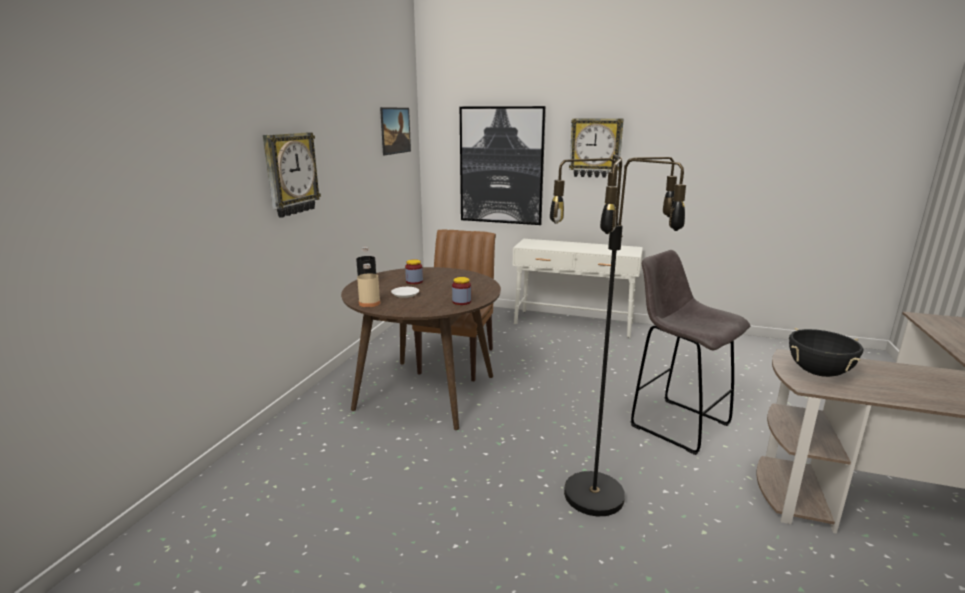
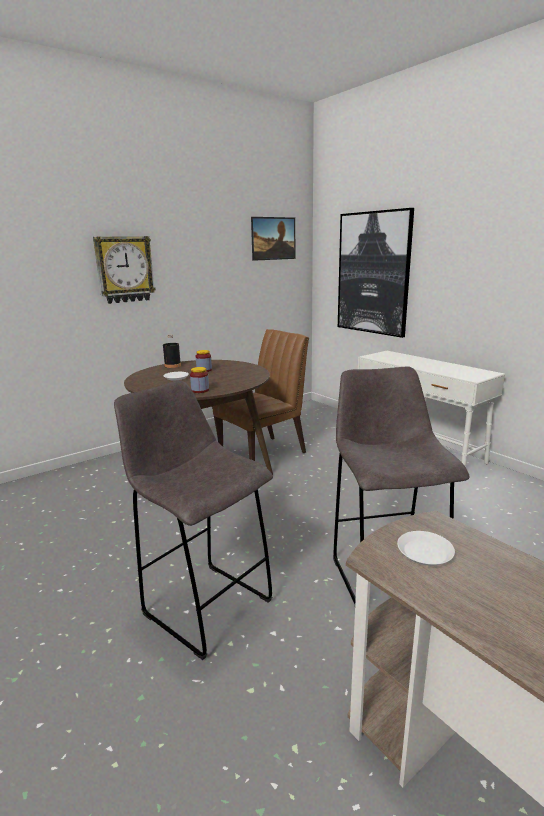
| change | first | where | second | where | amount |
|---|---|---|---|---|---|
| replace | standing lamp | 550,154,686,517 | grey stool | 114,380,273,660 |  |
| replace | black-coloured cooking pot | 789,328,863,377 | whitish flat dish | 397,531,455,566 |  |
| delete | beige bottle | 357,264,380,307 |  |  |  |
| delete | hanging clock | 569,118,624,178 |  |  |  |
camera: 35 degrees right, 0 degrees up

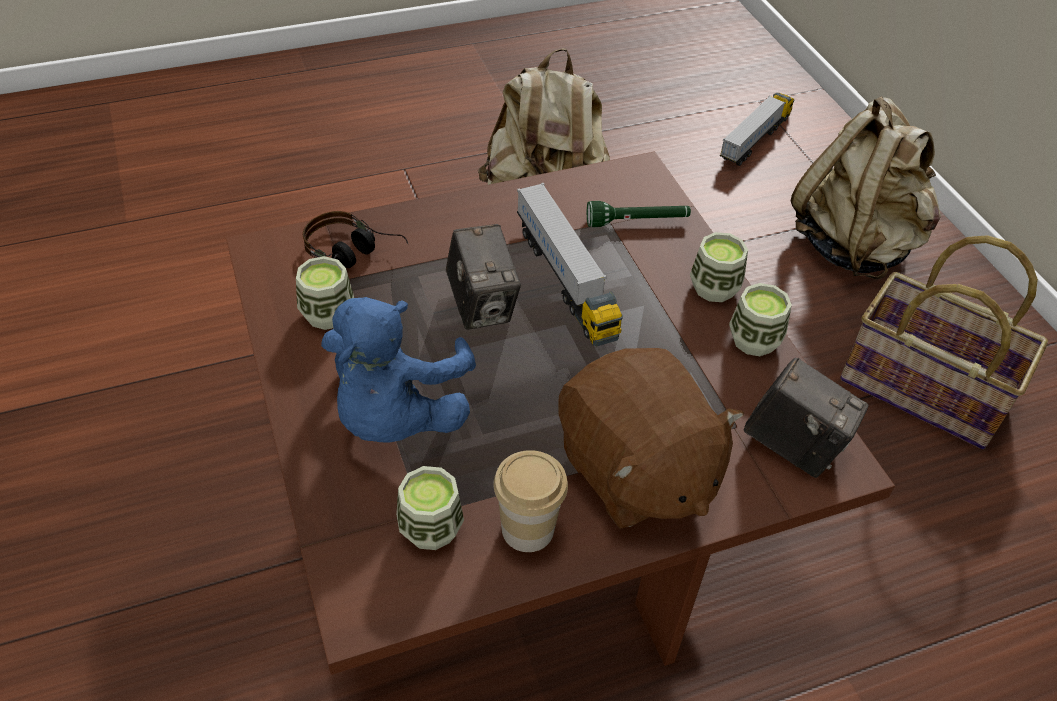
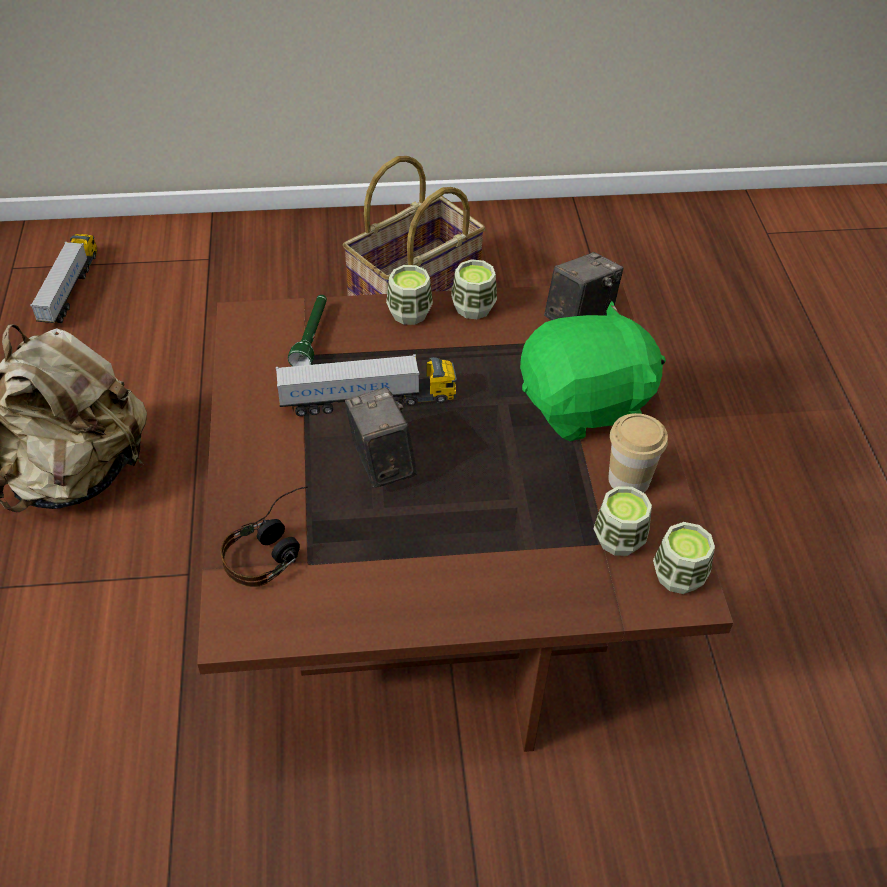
| change | first | where | second | where | amount |
|---|---|---|---|---|---|
| rotate | toy truck | 720,93,794,166 |  | 30,234,97,323 | 45 degrees clockwise |
| rotate | photo camera | 446,224,521,330 |  | 345,387,417,488 | 105 degrees counterclockwise |
| recolor | brownish cuddly toy | 558,348,744,528 | green-coloured cuddly toy | 520,301,666,441 |  |
| move | small cup | 296,256,354,330 |  | 653,522,715,594 |  |
| delete | blue-coloured cuddly toy | 321,297,476,442 |  |  |  |
| delete | beige knapsack | 791,96,941,279 |  |  |  |
camera: 75 degrees left, 0 degrees up

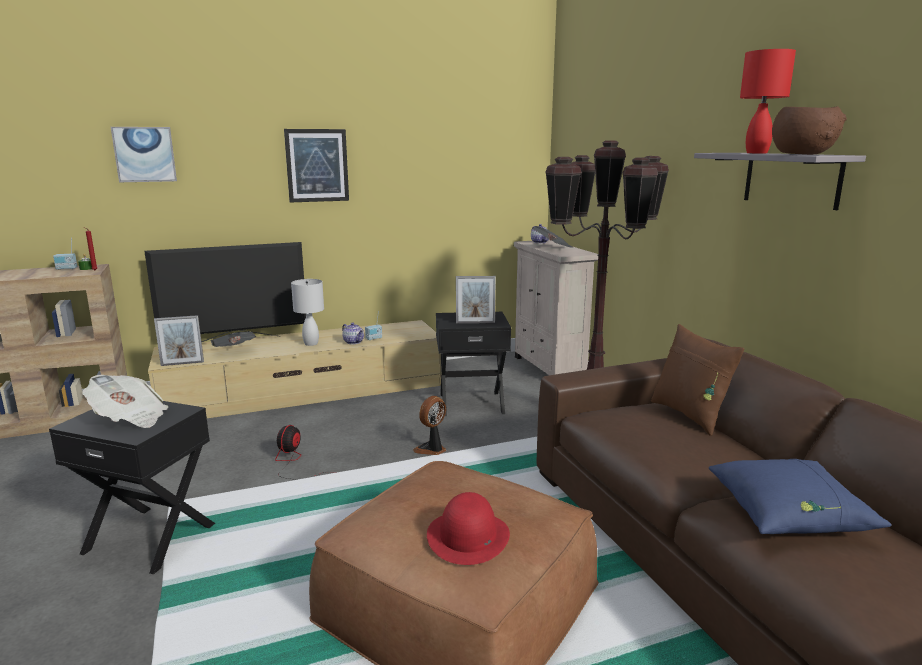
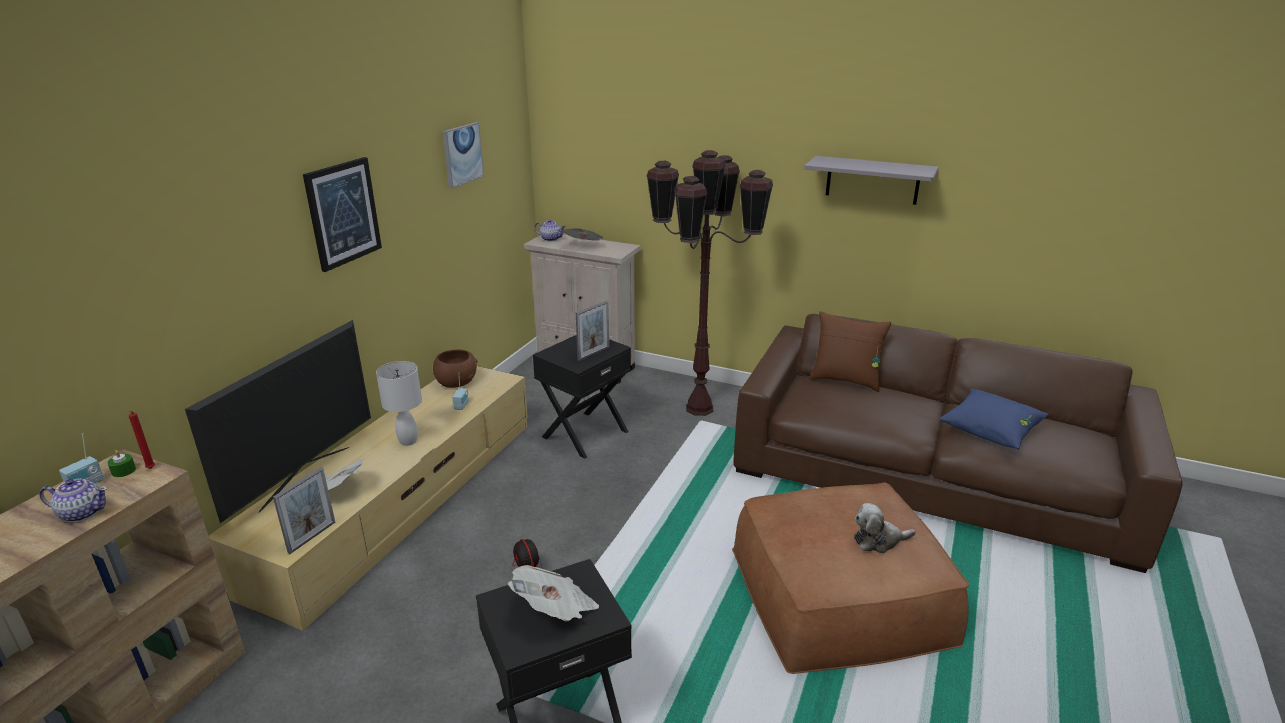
| change | first | where | second | where | amount |
|---|---|---|---|---|---|
| move | tea pot | 342,322,364,344 |  | 39,479,108,522 |  |
| move | brownish serving bowl | 772,106,847,155 |  | 433,349,478,388 |  |
| move | wall art | 111,127,177,182 |  | 443,122,484,189 |  |
| replace | red hat | 427,492,510,565 | cuddly toy | 854,503,916,553 |  |
| delete | electric fan | 413,396,446,455 |  |  |  |
| delete | red lamp for a table | 740,49,796,153 |  |  |  |
camera: 45 degrees left, 10 degrees up

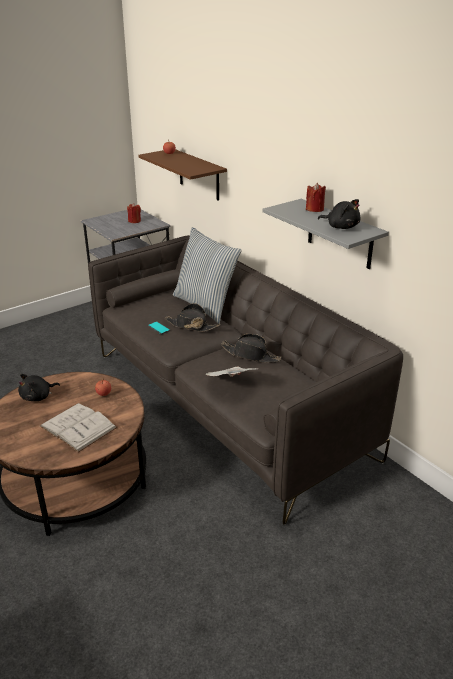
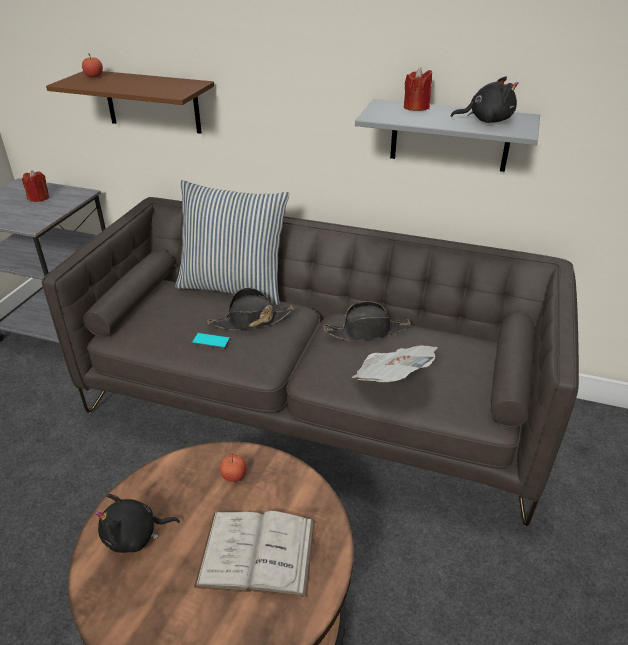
| change | first | where | second | where | amount |
|---|---|---|---|---|---|
| rotate | black-coloured cuddly toy | 18,374,60,401 |  | 95,494,180,553 | 60 degrees clockwise |
camera: 35 degrees left, 5 degrees up

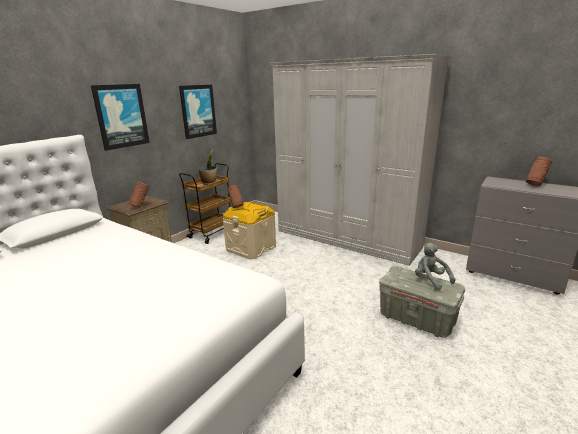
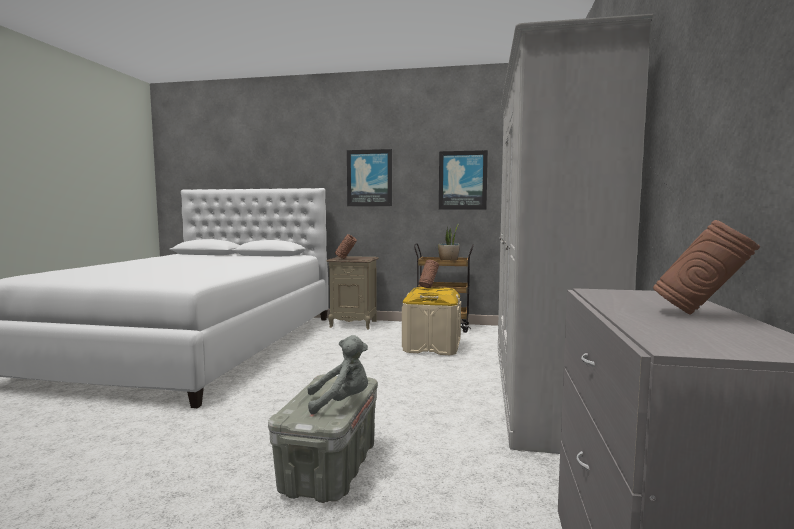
| change | first | where | second | where | amount |
|---|---|---|---|---|---|
| rotate | grey cuddly toy | 415,243,455,290 |  | 307,335,368,414 | 45 degrees clockwise |
camera: 65 degrees right, 15 degrees down

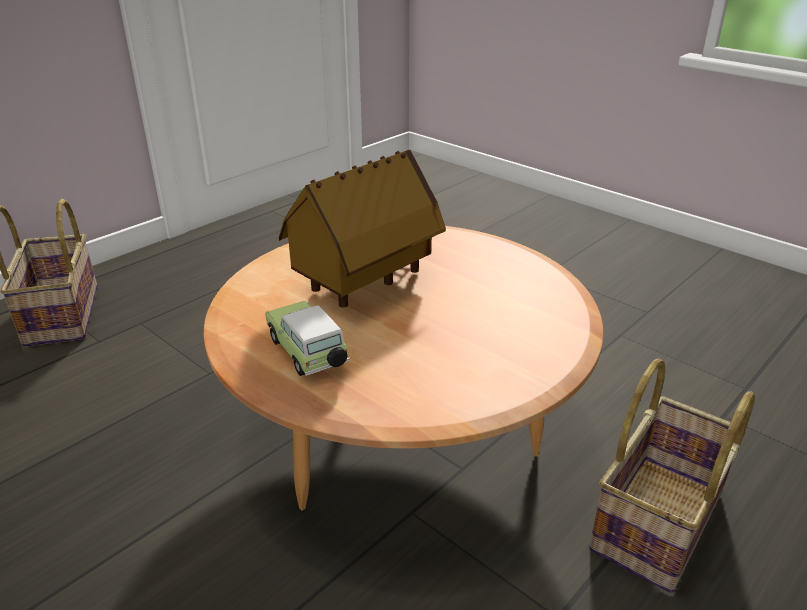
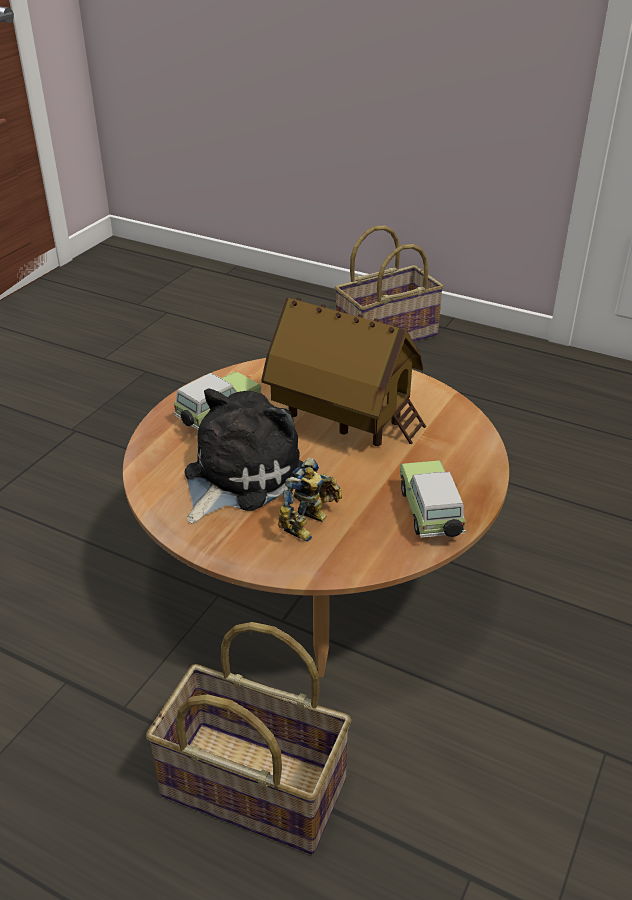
| change | first | where | second | where | amount |
|---|---|---|---|---|---|
| insert |  |  | cuddly toy | 185,388,304,524 |  |
| insert |  |  | model robot | 278,457,342,542 |  |
| insert |  |  | miniature car | 400,460,466,537 |  |
camera: 75 degrees right, 5 degrees up

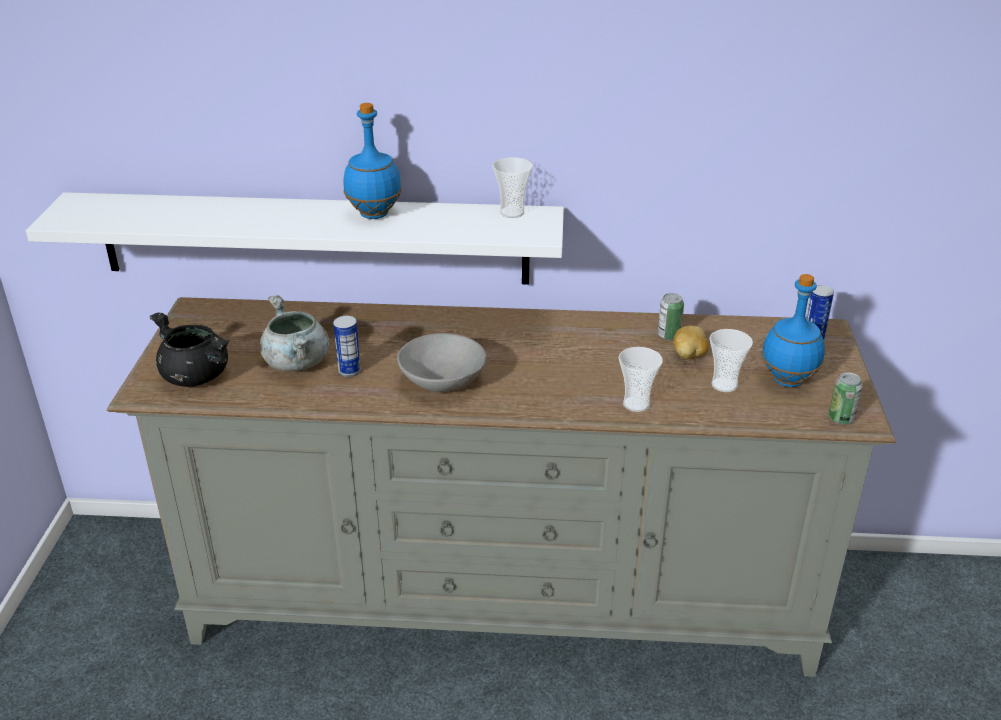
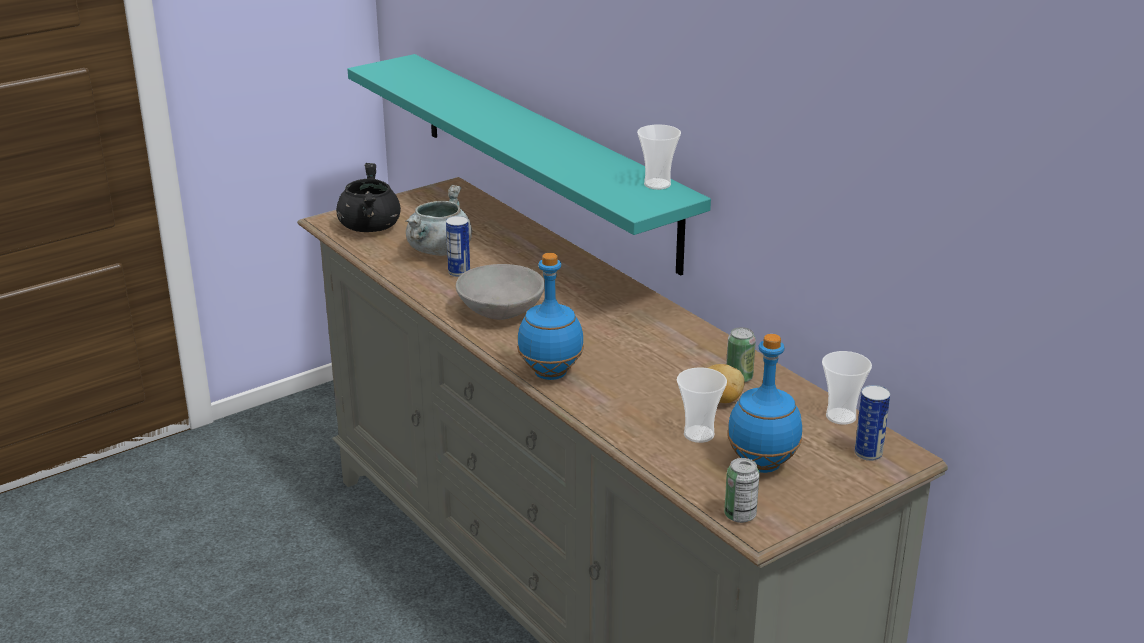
| change | first | where | second | where | amount |
|---|---|---|---|---|---|
| recolor | whitish wall shelf | 26,192,564,285 | blue-green wall shelf | 347,54,711,275 |  |
| move | blue-coloured bottle | 344,103,402,219 |  | 517,253,584,380 |  |
| move | small cup | 619,347,663,412 |  | 822,351,872,425 |  |
camera: 50 degrees right, 5 degrees down

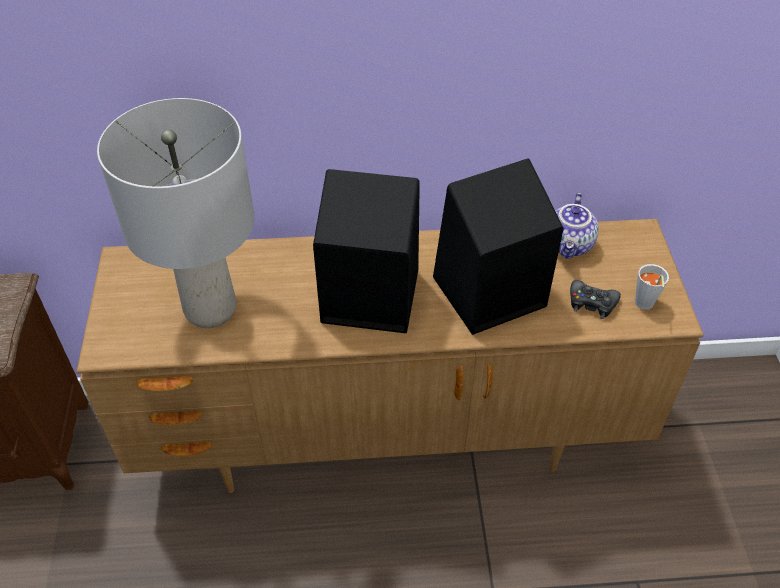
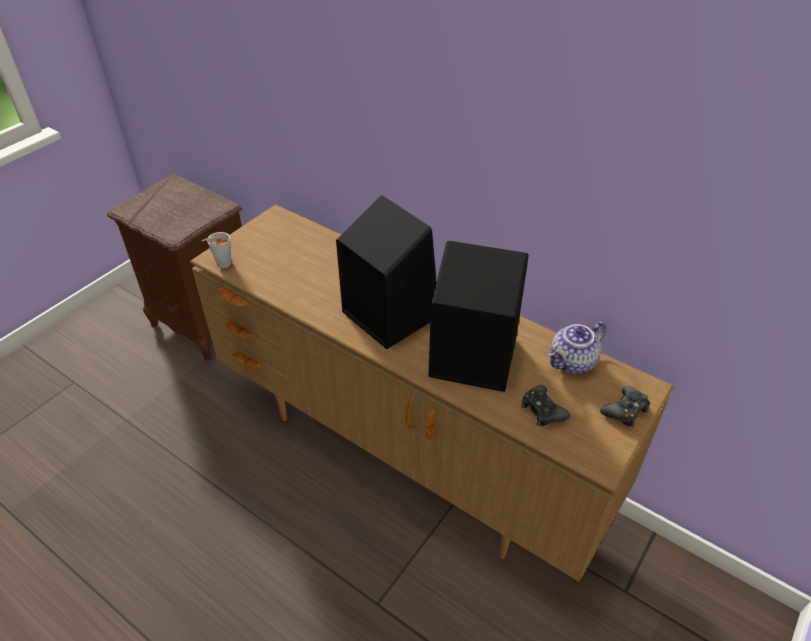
| change | first | where | second | where | amount |
|---|---|---|---|---|---|
| move | grey small cup | 635,264,669,310 |  | 202,232,231,268 |  |
| insert |  |  | black-coloured game controller | 600,386,650,427 |  |
| delete | grey lamp for a table | 97,98,255,328 |  |  |  |
camera: 40 degrees right, 5 degrees down

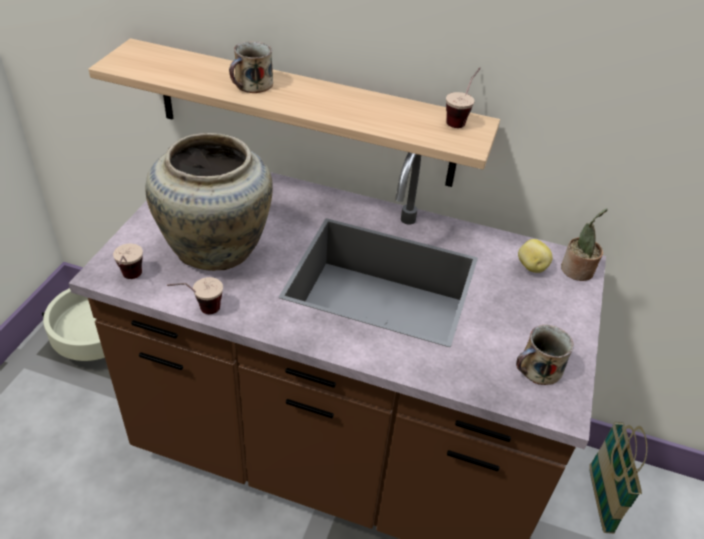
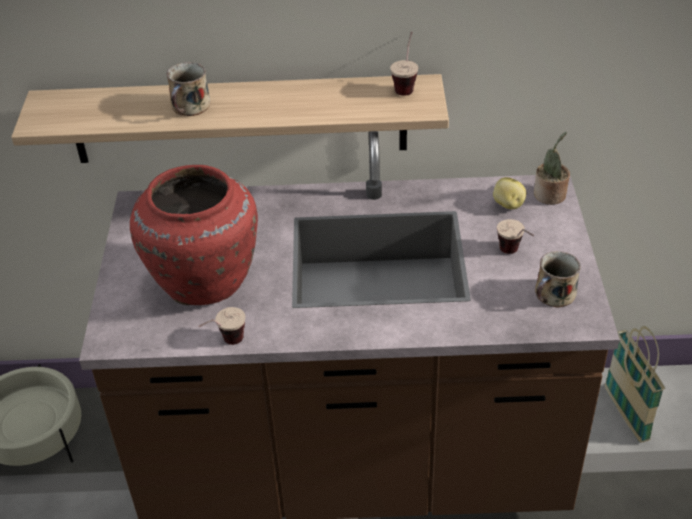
| change | first | where | second | where | amount |
|---|---|---|---|---|---|
| recolor | beige flower vase | 145,133,273,271 | red flower vase | 130,165,258,305 |  |
| move | small cup | 113,244,143,279 |  | 497,219,534,254 |  |
camera: 15 degrees left, 0 degrees up

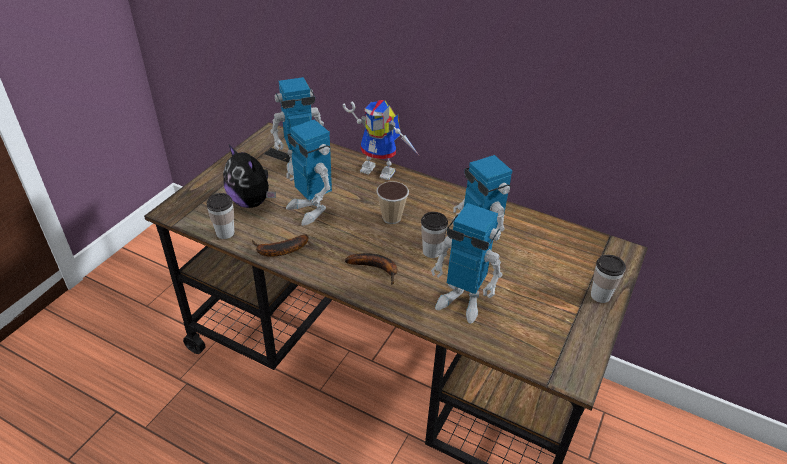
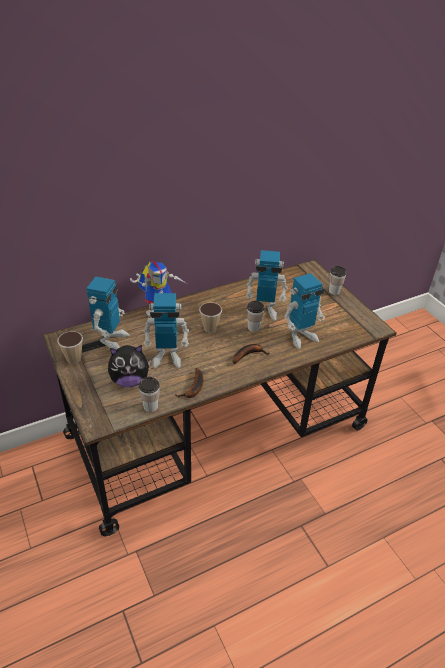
| change | first | where | second | where | amount |
|---|---|---|---|---|---|
| insert |  |  | small cup | 57,331,83,364 |  |
camera: 55 degrees left, 0 degrees up

